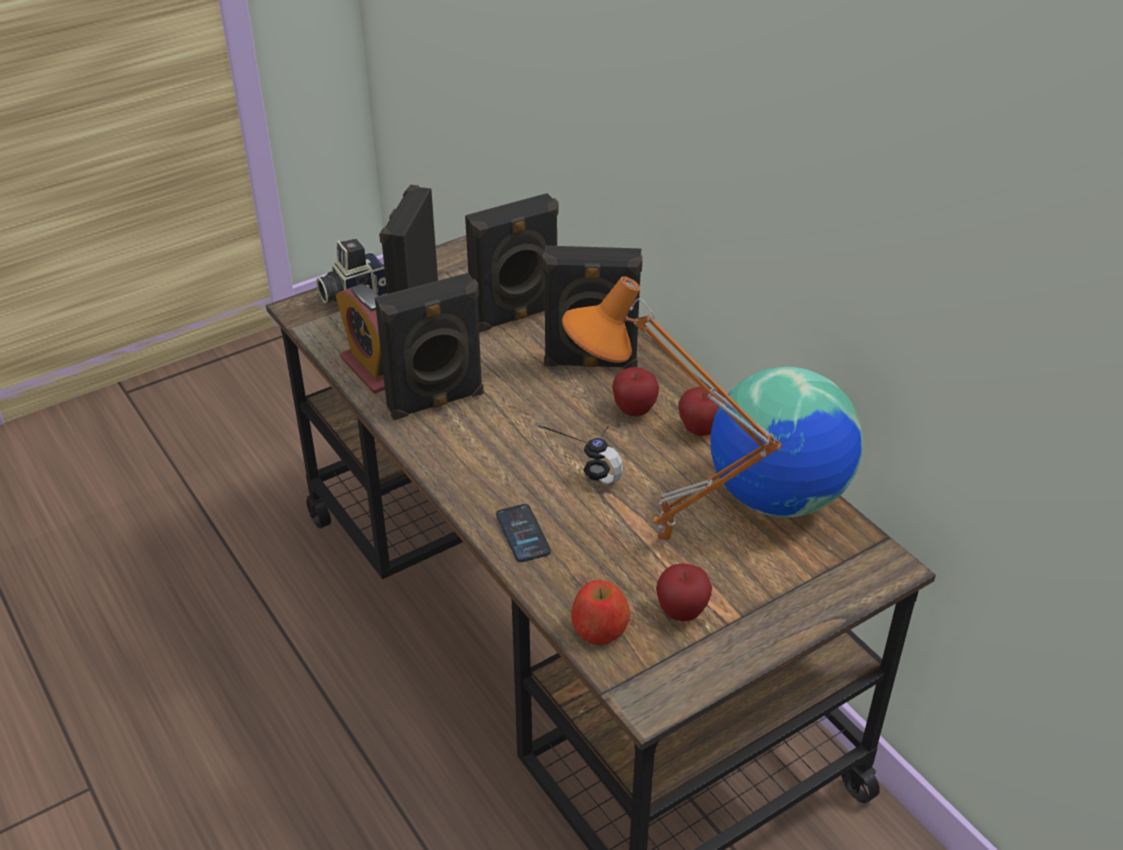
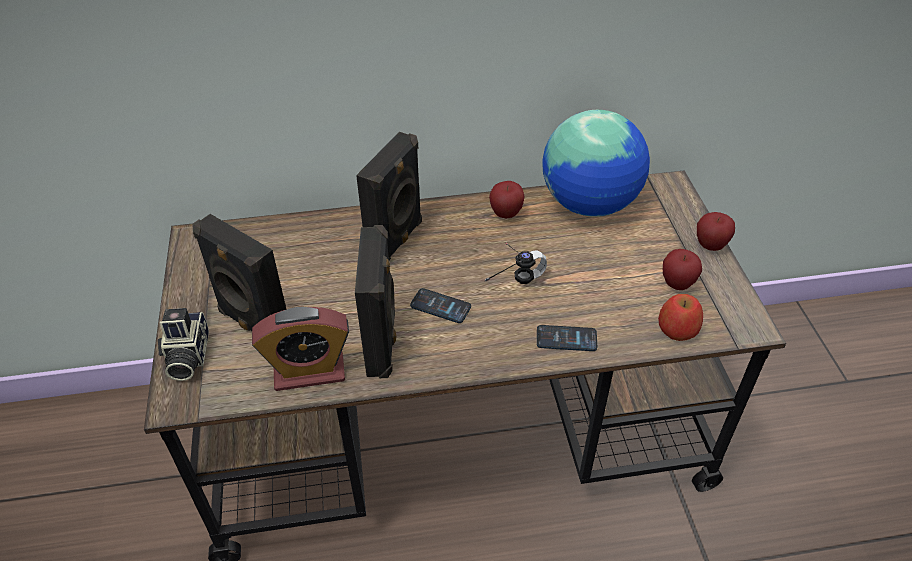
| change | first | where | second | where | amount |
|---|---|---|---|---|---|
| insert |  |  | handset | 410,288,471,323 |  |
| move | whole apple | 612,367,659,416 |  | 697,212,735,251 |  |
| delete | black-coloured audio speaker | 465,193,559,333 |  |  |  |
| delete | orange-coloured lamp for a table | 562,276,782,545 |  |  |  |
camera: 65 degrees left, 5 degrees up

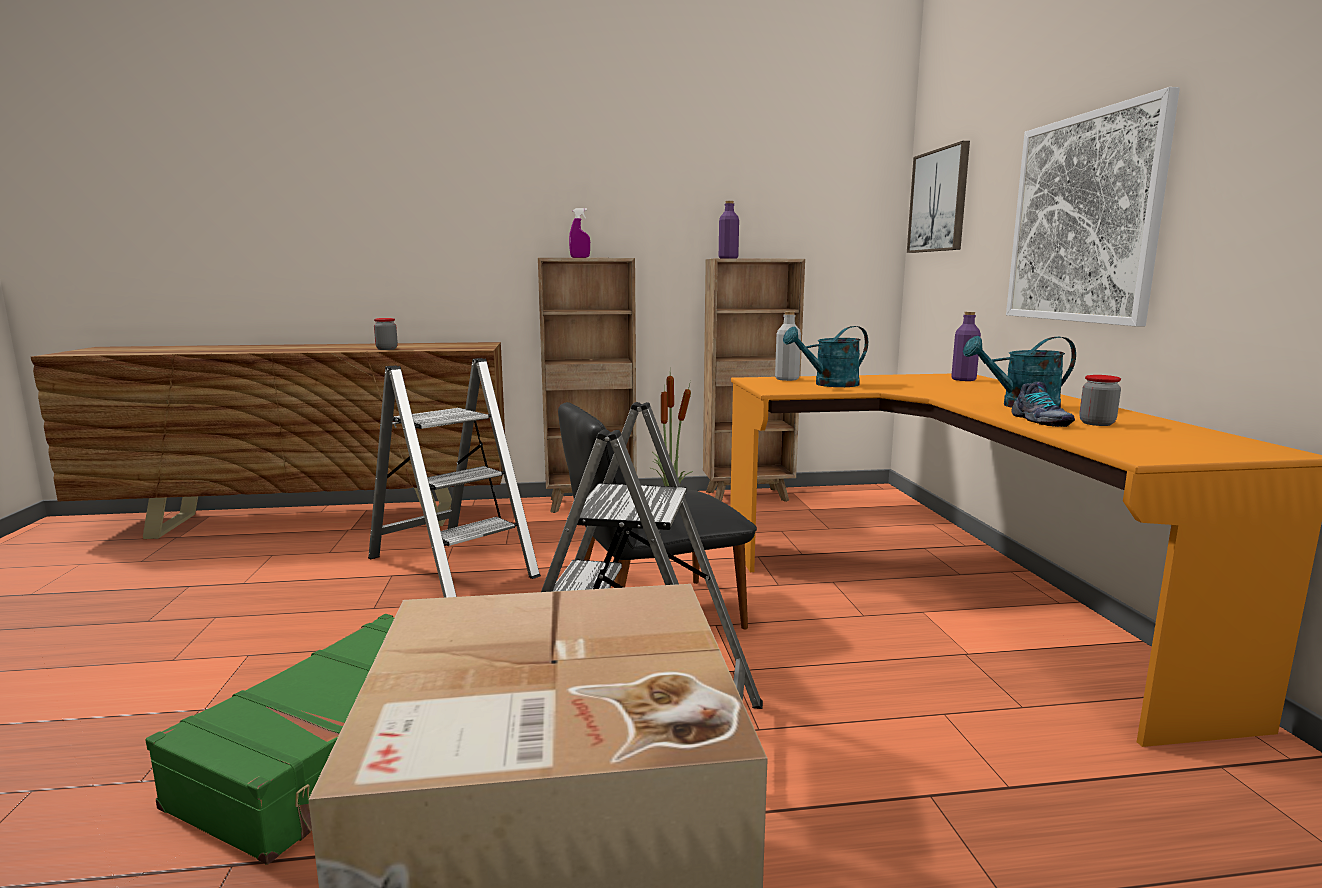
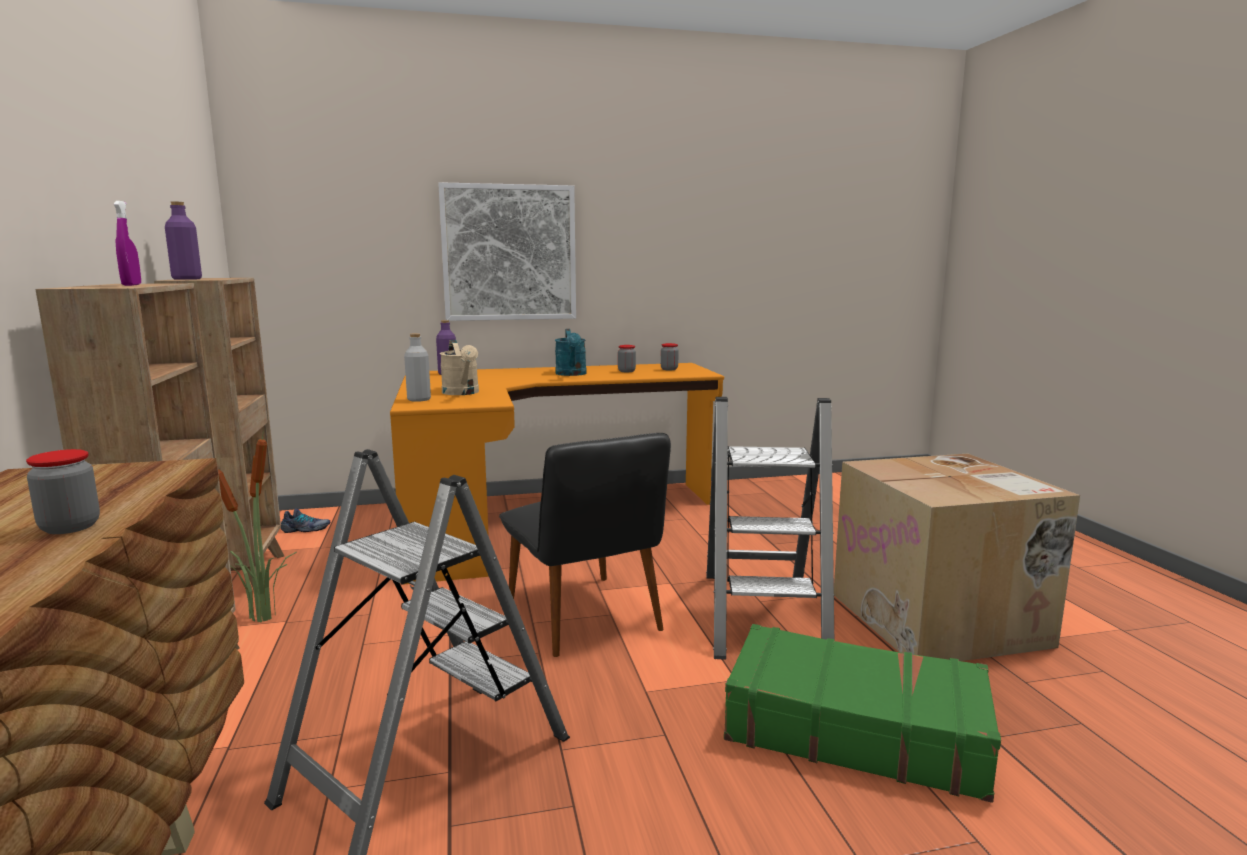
| change | first | where | second | where | amount |
|---|---|---|---|---|---|
| move | shoe | 1011,381,1075,427 |  | 281,508,330,533 |  |
| recolor | blue-green watering can | 783,326,868,387 | beige watering can | 440,340,479,395 |  |
| insert |  |  | storage jar | 661,343,679,370 |  |
| delete | wall art | 907,141,970,253 |  |  |  |
camera: 95 degrees left, 0 degrees up

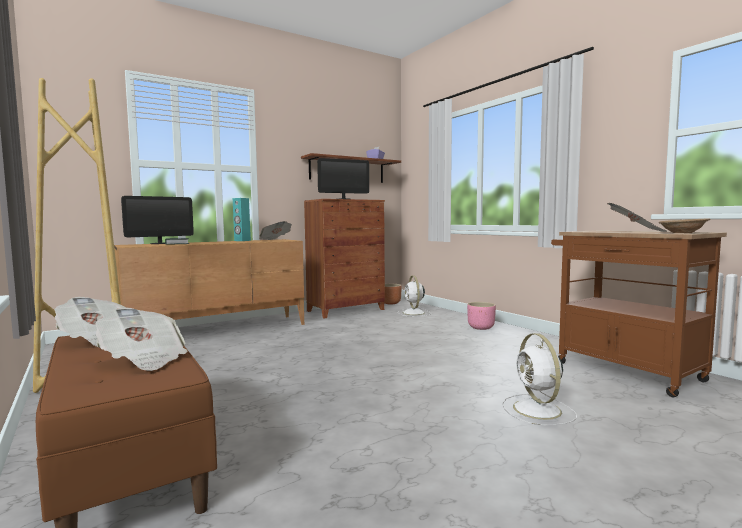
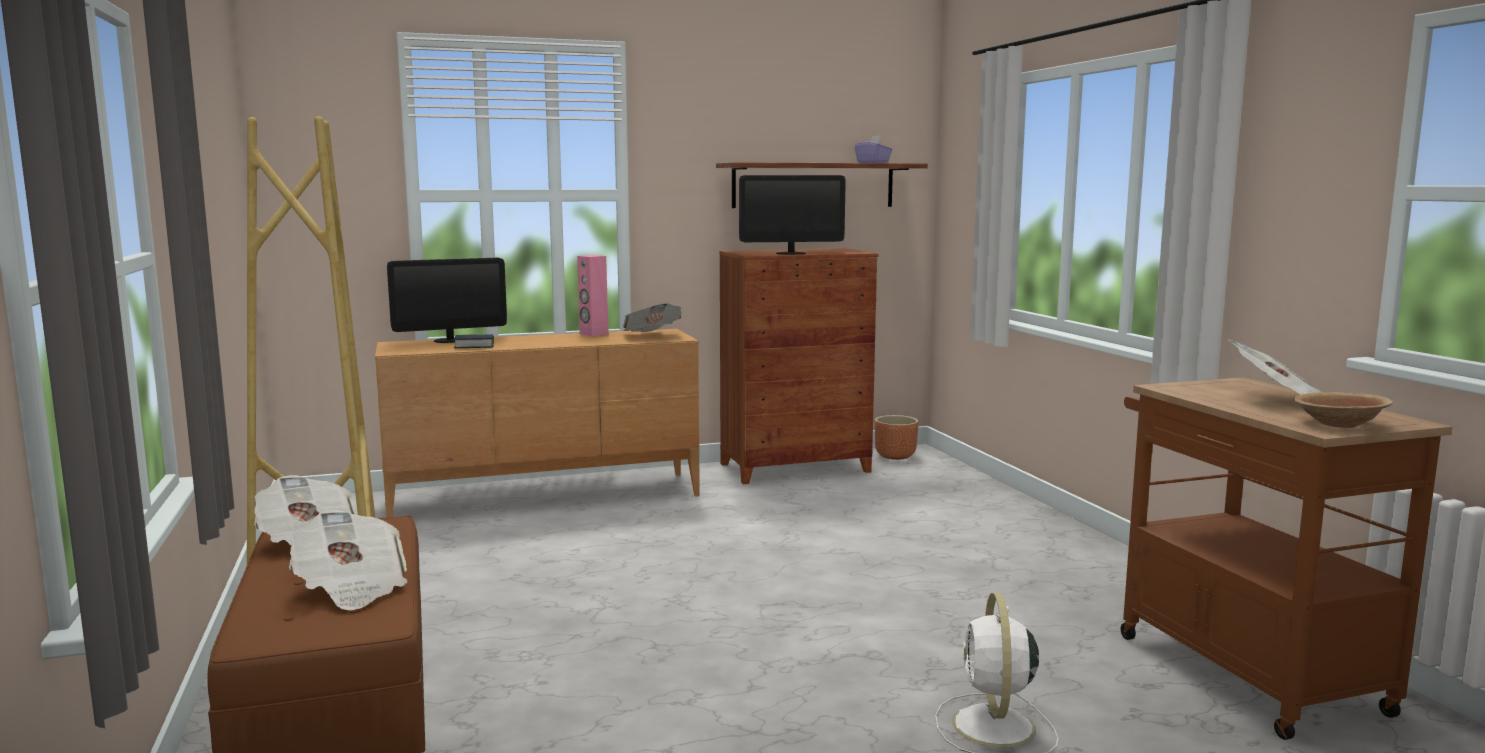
| change | first | where | second | where | amount |
|---|---|---|---|---|---|
| recolor | blue-green audio speaker | 233,198,251,241 | pink-coloured audio speaker | 577,255,609,337 |  |
| delete | whitish electric fan | 398,275,431,317 |  |  |  |
| delete | pink-coloured flower pot | 467,302,496,330 |  |  |  |
camera: 15 degrees right, 5 degrees up

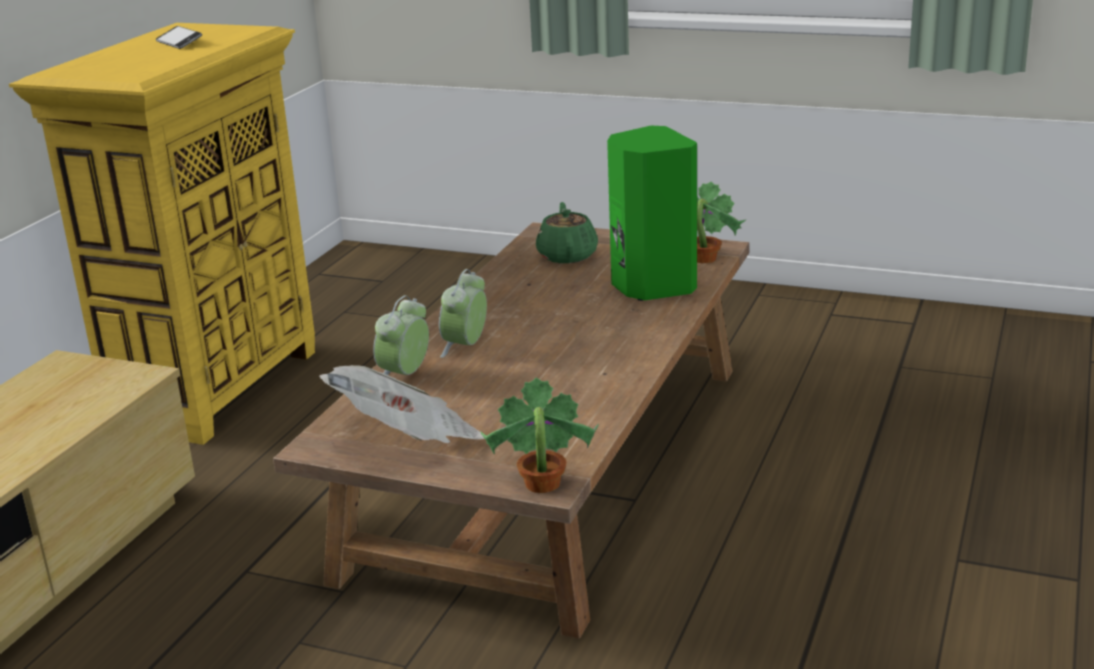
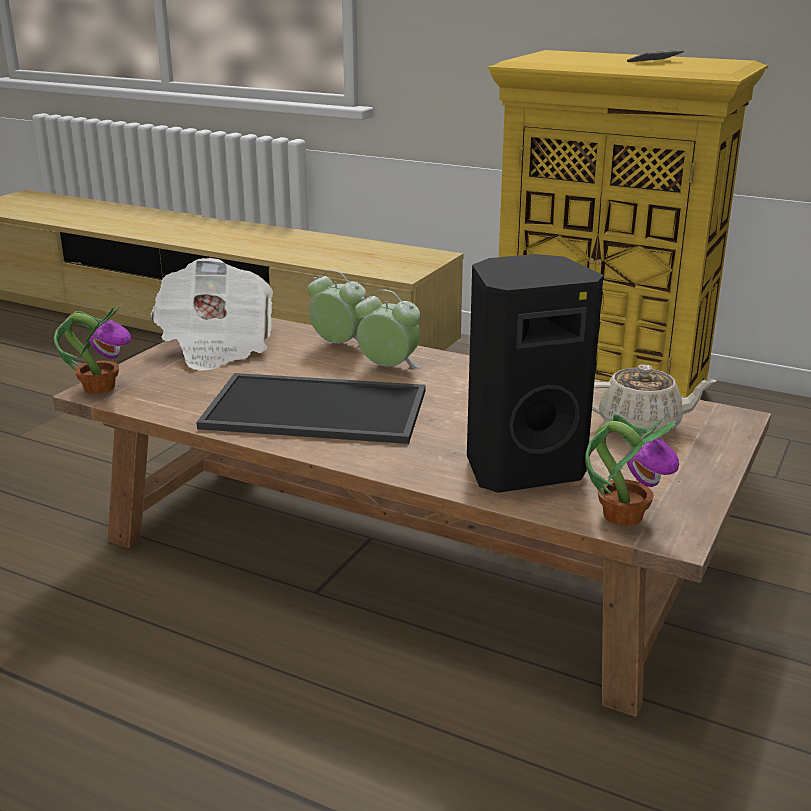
| change | first | where | second | where | amount |
|---|---|---|---|---|---|
| insert |  |  | carrying tray | 196,373,426,444 |  |
| recolor | green-coloured audio speaker | 607,126,697,301 | black-coloured audio speaker | 467,254,604,493 |  |
| recolor | green-coloured tea pot | 536,202,598,263 | beige tea pot | 592,364,717,437 |  |
camera: 95 degrees right, 0 degrees up

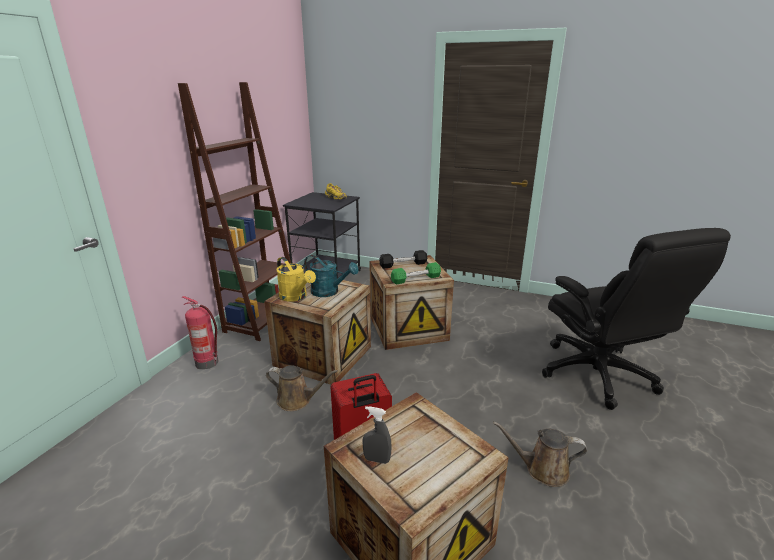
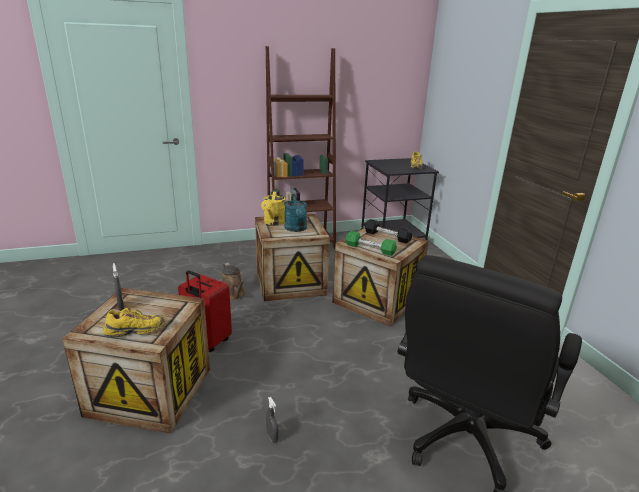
| change | first | where | second | where | amount |
|---|---|---|---|---|---|
| insert |  |  | yellow-coloured shoe | 103,308,165,338 |  |
| replace | brownish watering can | 493,421,587,487 | grey spray bottle | 266,397,279,443 |  |
| delete | fire extinguisher | 181,296,219,370 |  |  |  |
camera: 50 degrees right, 0 degrees up

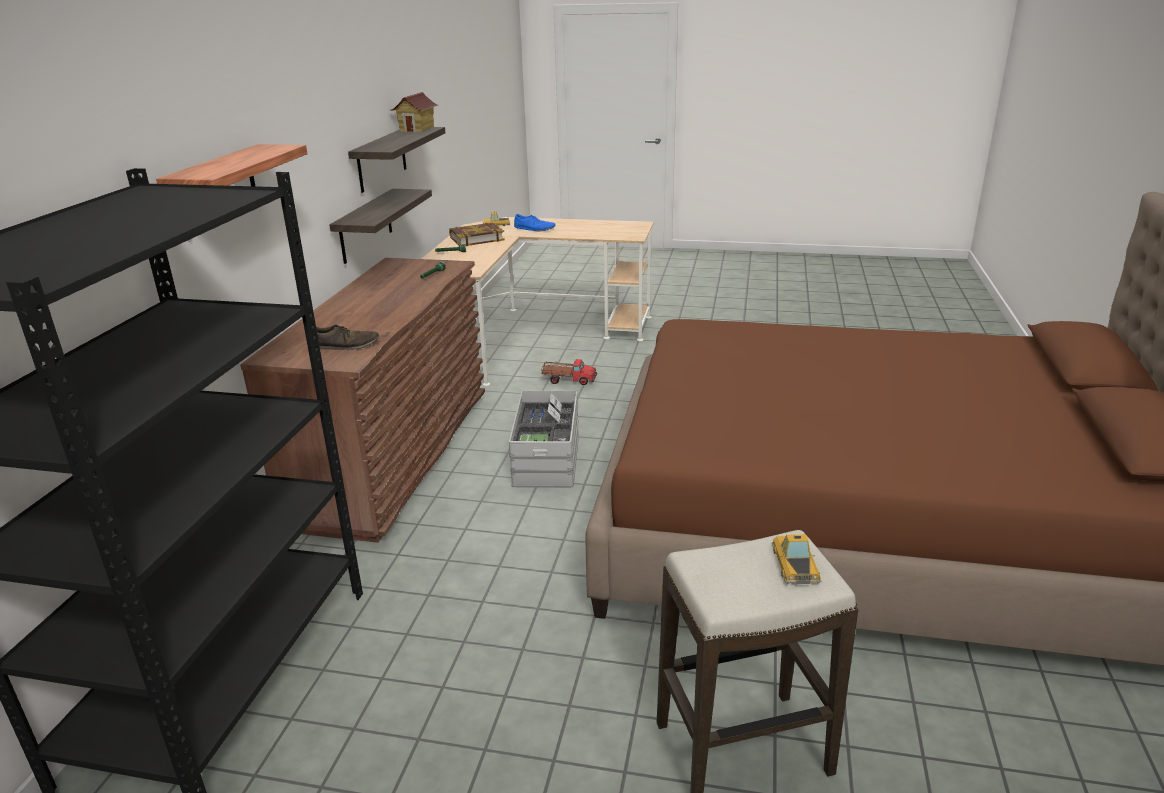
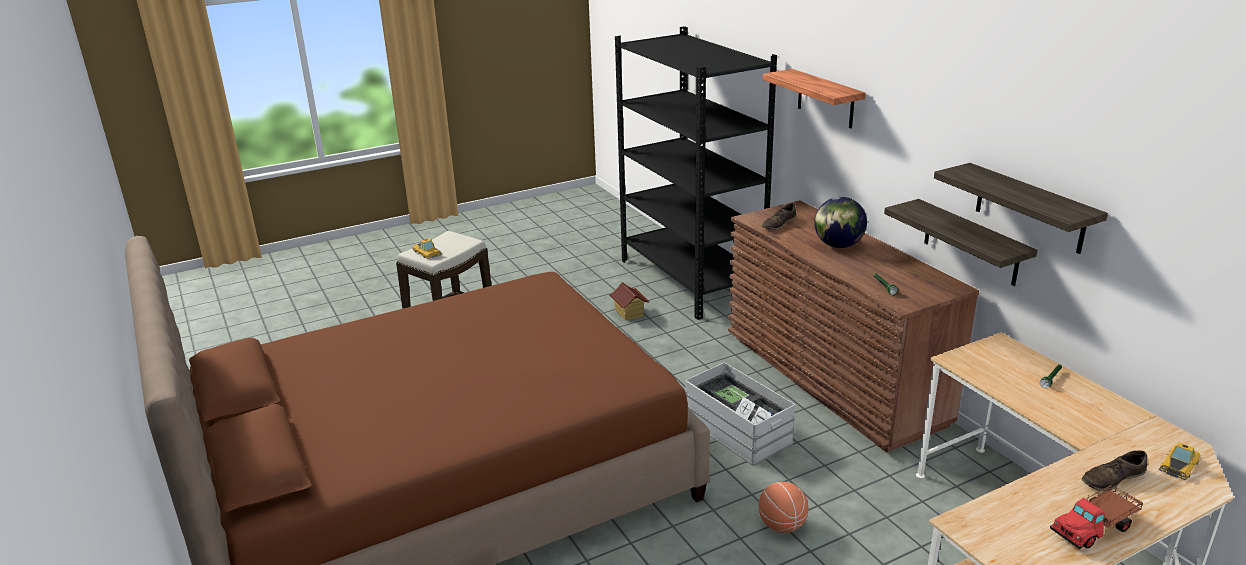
| change | first | where | second | where | amount |
|---|---|---|---|---|---|
| move | miniature house | 390,92,438,132 |  | 609,282,650,321 |  |
| insert |  |  | basketball ball | 759,482,809,533 |  |
| insert |  |  | globe | 814,197,867,248 |  |
| move | toy truck | 541,359,597,385 |  | 1050,485,1143,549 |  |
| recolor | blue-coloured shoe | 514,214,556,231 | brownish shoe | 1082,450,1147,491 |  |
| delete | book | 449,223,505,246 |  |  |  |
camera: 140 degrees right, 0 degrees up

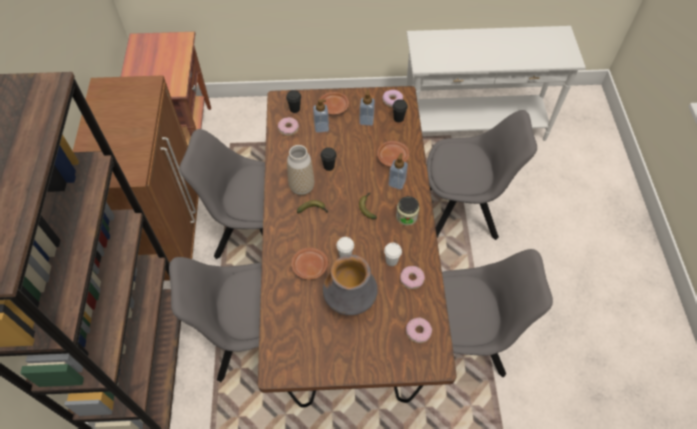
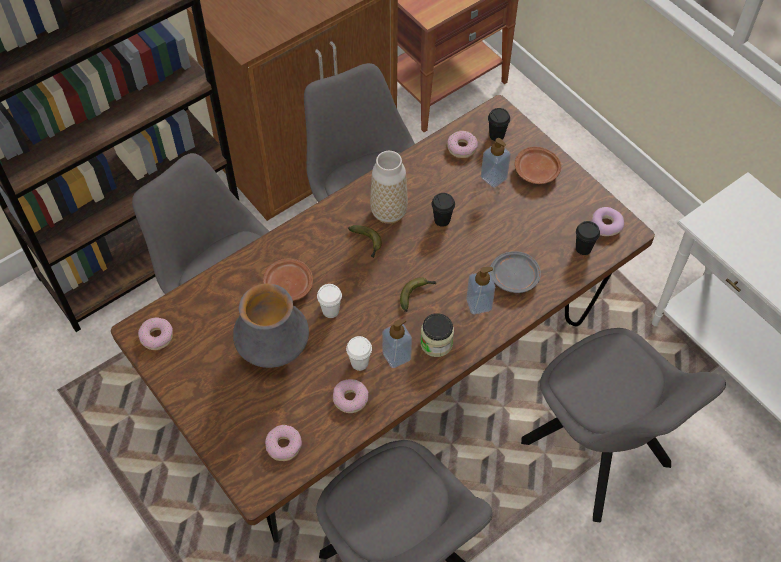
| change | first | where | second | where | amount |
|---|---|---|---|---|---|
| insert |  |  | donut | 138,317,173,350 |  |
| move | soap dispenser | 359,90,375,126 |  | 382,319,412,368 |  |
| recolor | brownish flat dish | 377,141,409,167 | grey flat dish | 490,251,541,293 |  |
camera: 55 degrees right, 0 degrees up

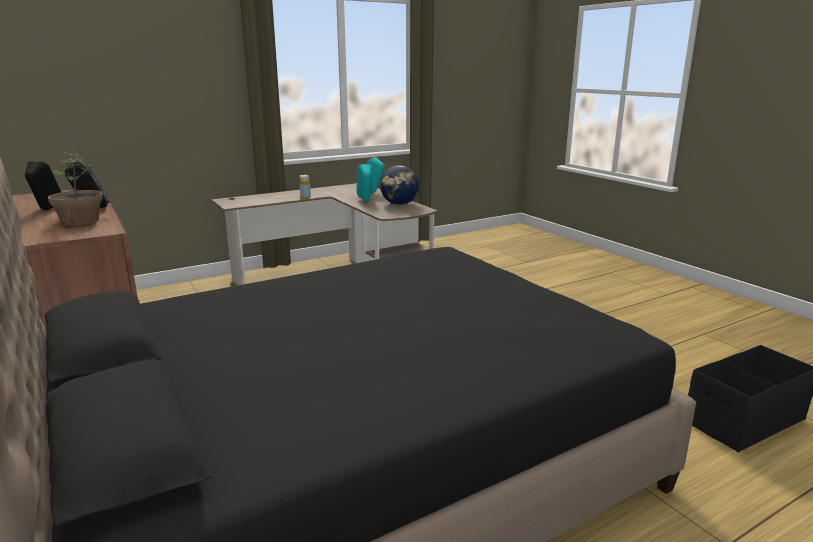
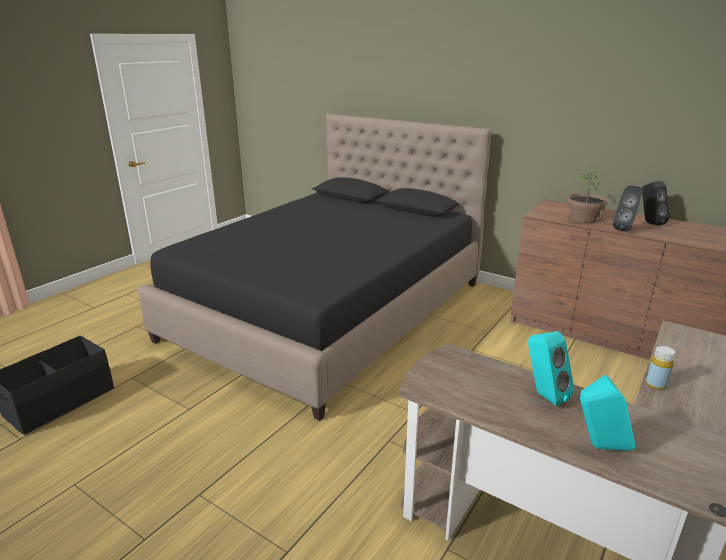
| change | first | where | second | where | amount |
|---|---|---|---|---|---|
| delete | globe | 380,166,419,205 |  |  |  |
camera: 155 degrees right, 5 degrees up

